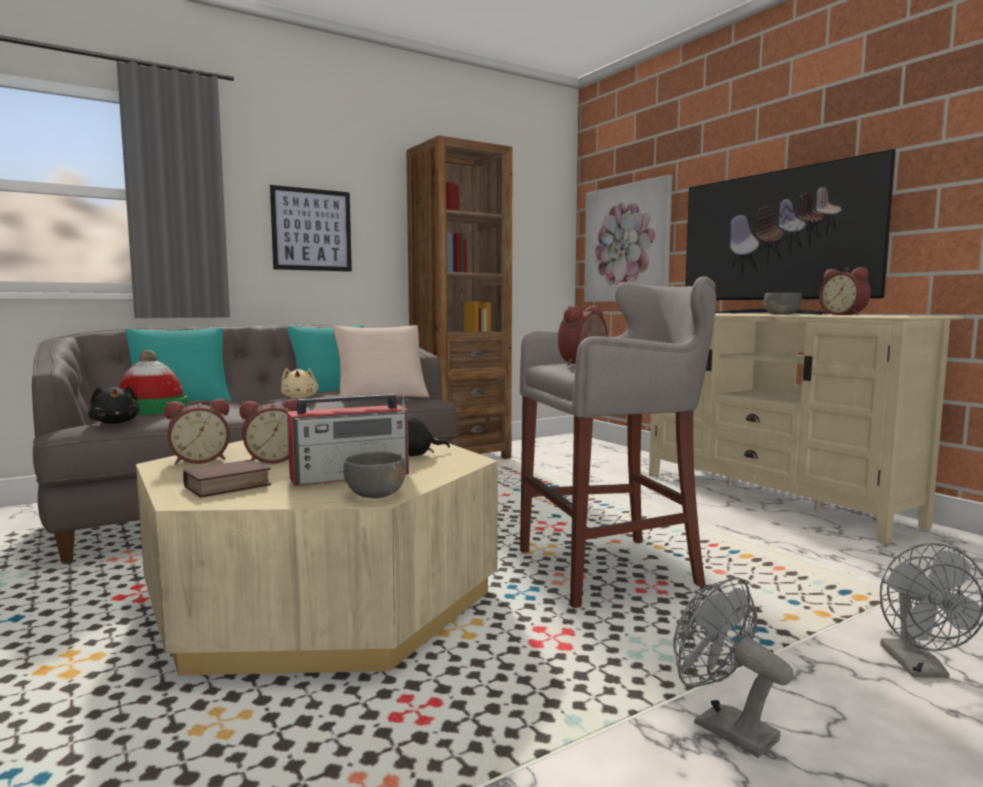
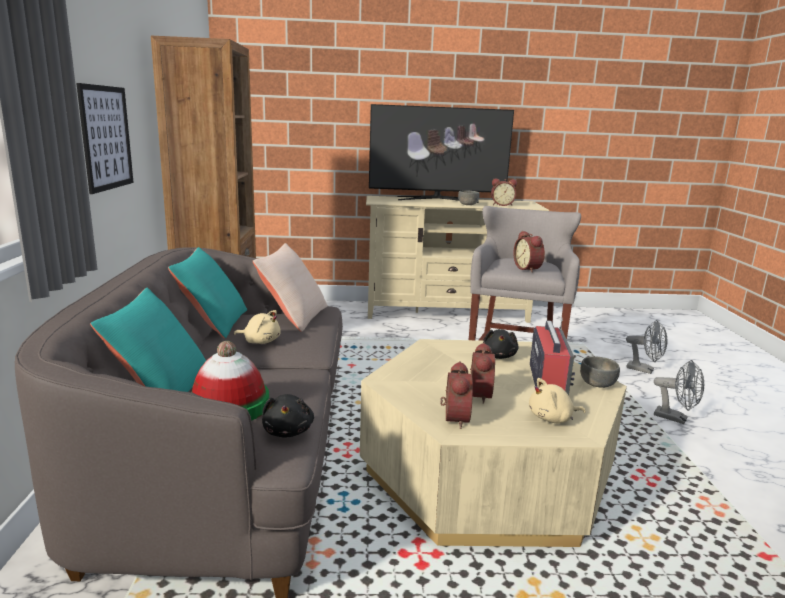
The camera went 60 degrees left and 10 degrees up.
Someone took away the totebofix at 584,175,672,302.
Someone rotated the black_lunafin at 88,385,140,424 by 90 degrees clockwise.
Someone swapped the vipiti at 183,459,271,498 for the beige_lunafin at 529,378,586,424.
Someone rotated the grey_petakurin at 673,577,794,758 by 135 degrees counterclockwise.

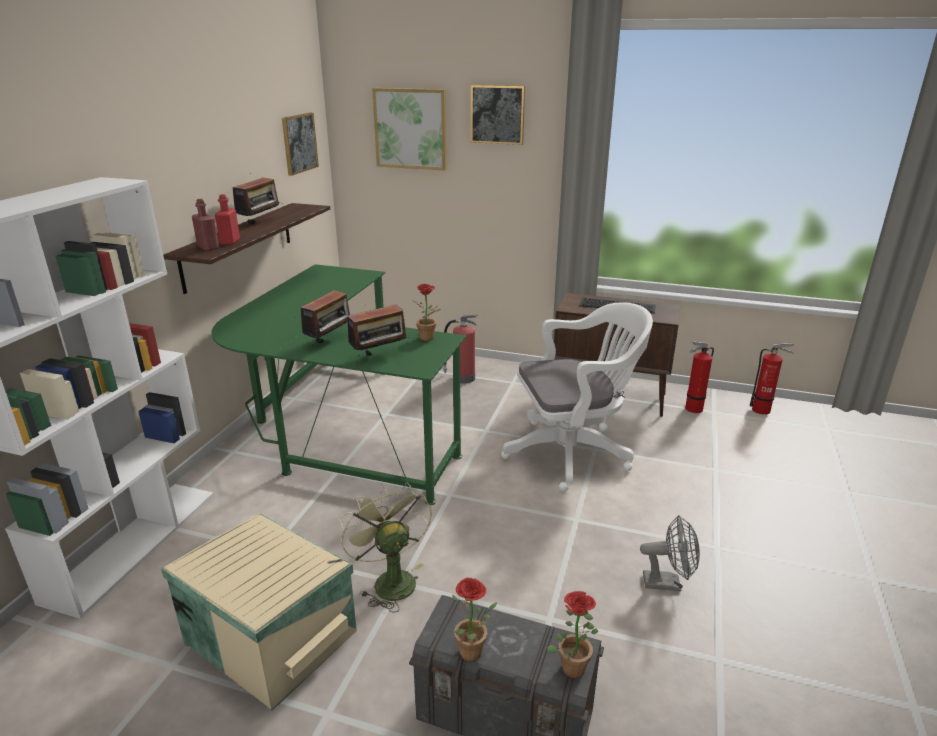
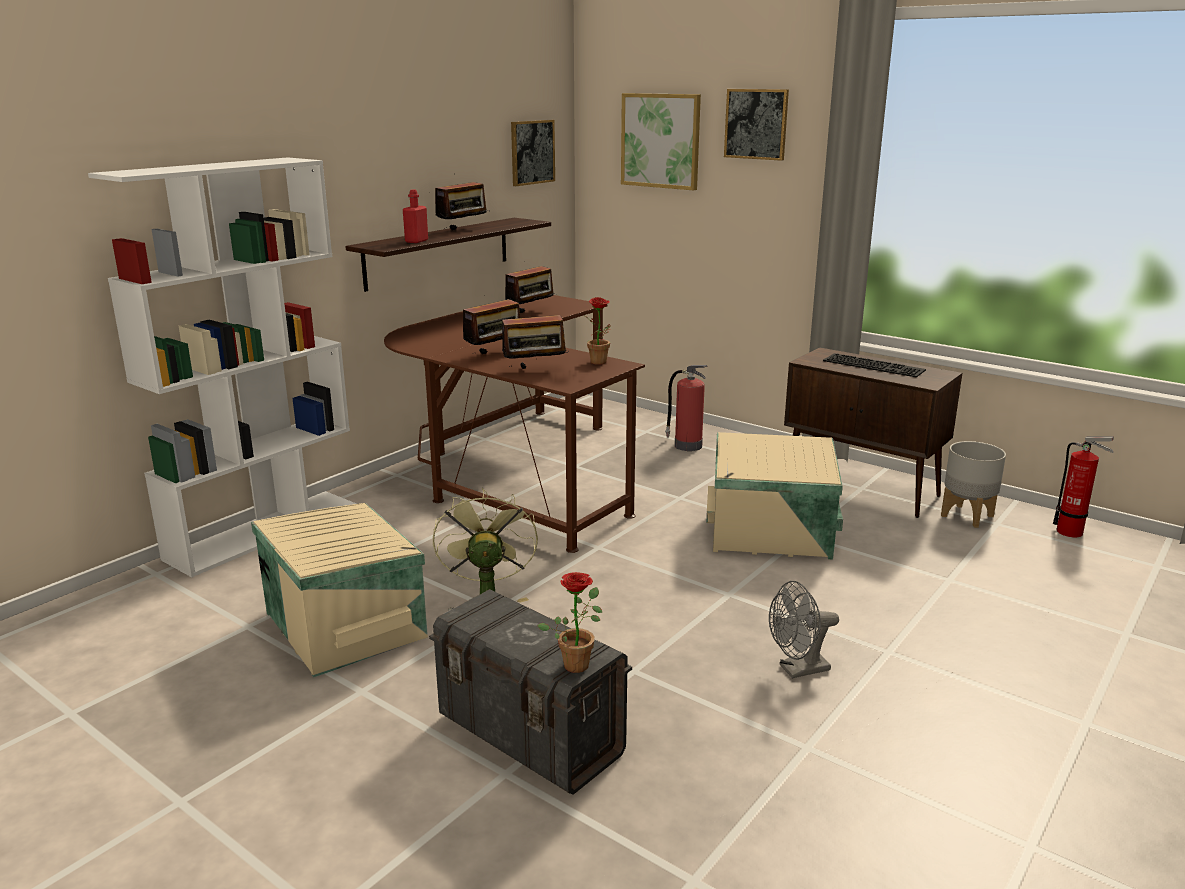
The camera went 20 degrees right and 5 degrees down.
Someone took away the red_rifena at 192,199,219,251.
Someone repainted the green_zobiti at 211,264,466,505, which became the brown_zobiti at 384,295,645,553.
Someone swapped the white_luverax at 501,302,653,492 for the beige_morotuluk at 706,432,843,560.
Someone swapped the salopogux at 685,341,714,413 for the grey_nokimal at 941,441,1006,528.
Someone rotated the grey_petakurin at 640,515,700,592 by 135 degrees clockwise.
Someone took away the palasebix at 452,577,497,661.
Someone put down the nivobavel at 505,261,557,313.

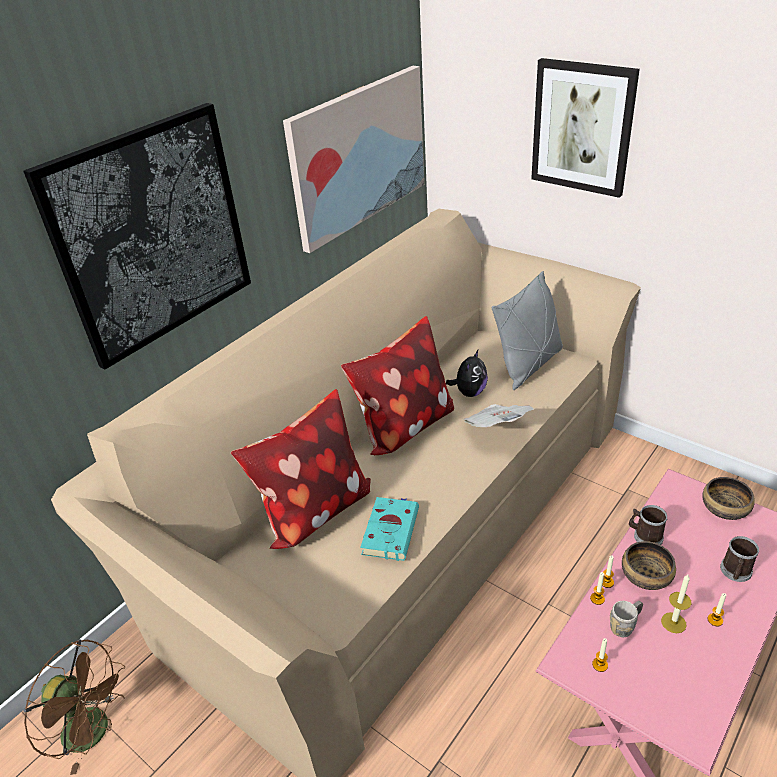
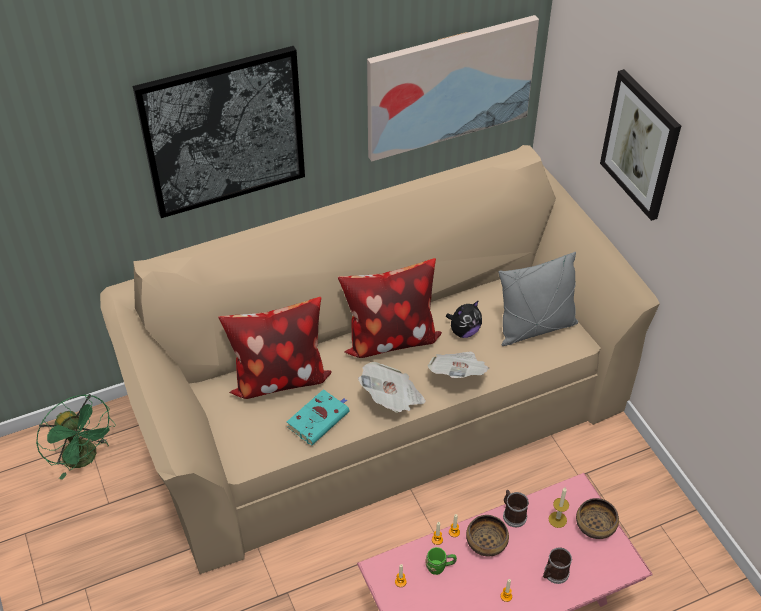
The camera went 25 degrees right and 10 degrees up.
Someone carried the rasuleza from 661,574,691,633 to 549,487,569,528.
Someone repainted the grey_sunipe at 610,601,643,637, which became the green_sunipe at 425,547,457,575.
Someone repainted the brown_petakurin at 23,639,125,775, which became the green_petakurin at 36,394,116,480.
Someone put down the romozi at 358,362,426,413.

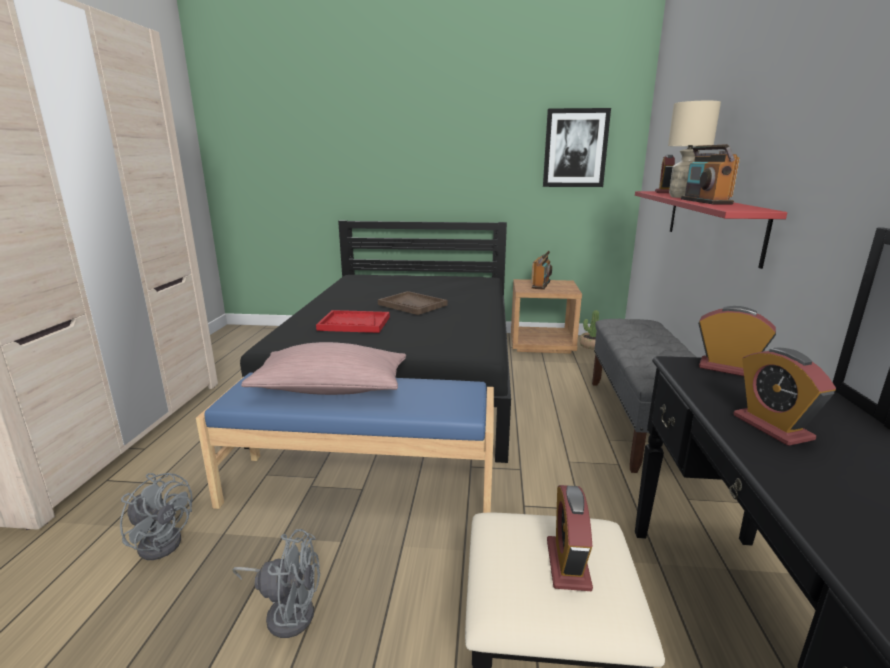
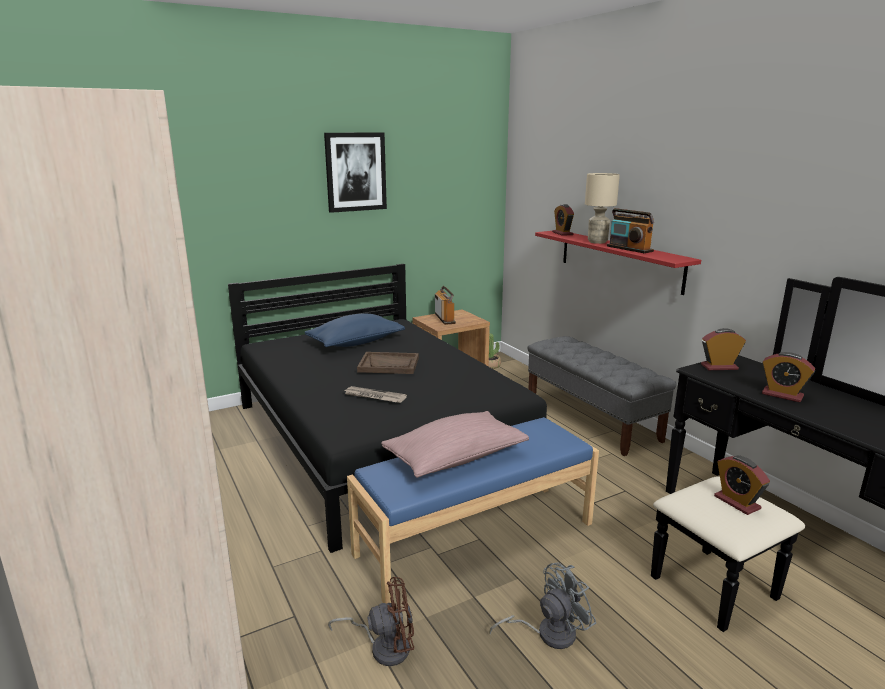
The camera went 35 degrees left and 0 degrees up.
Someone carried the totebofix from 543,108,611,187 to 324,133,387,213.
Someone swapped the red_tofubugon at 316,310,390,333 for the romozi at 343,386,407,403.
Someone repainted the grey_petakurin at 120,473,193,560, which became the brown_petakurin at 328,577,414,666.
Someone put down the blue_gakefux at 304,314,405,347.

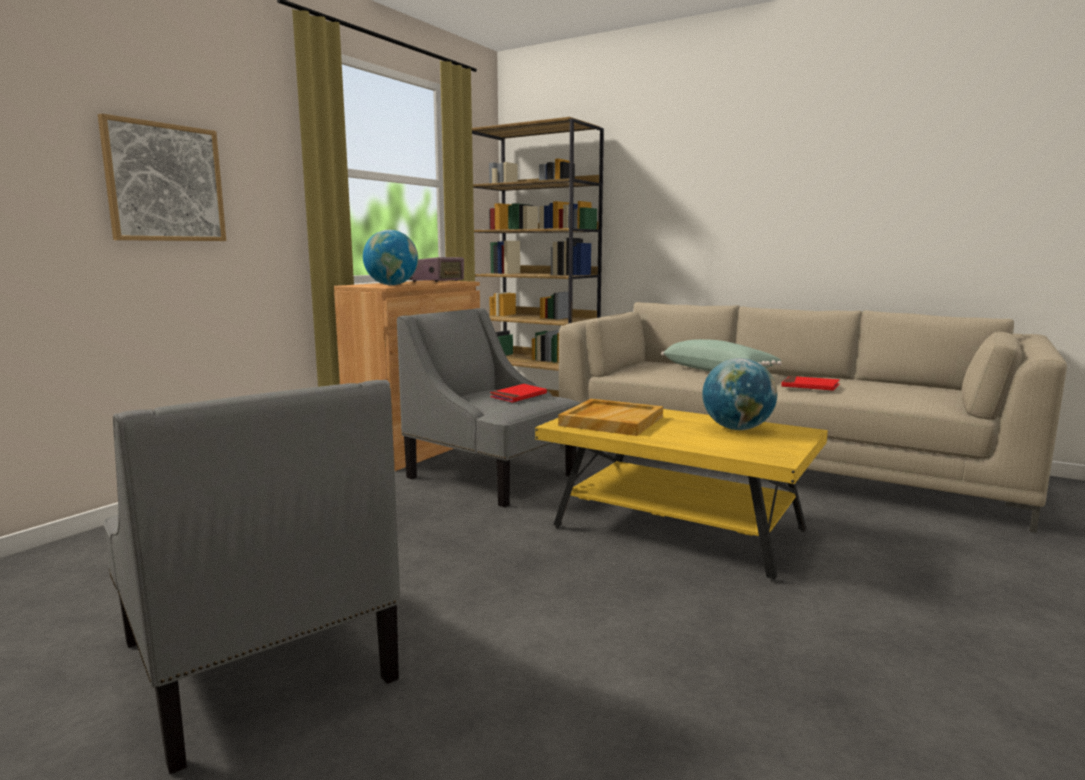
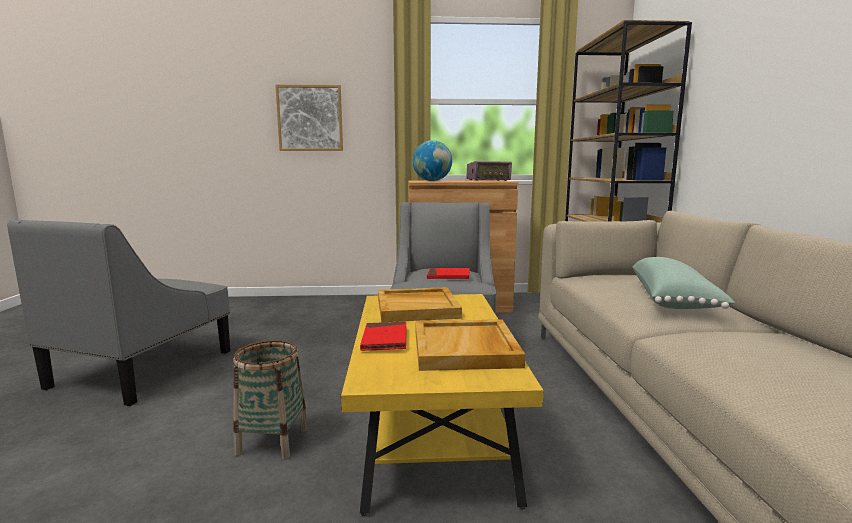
The camera went 55 degrees right and 0 degrees up.
Someone swapped the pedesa at 702,358,777,430 for the beige_tofubugon at 416,320,525,371.
Someone carried the red_vipiti from 781,376,840,391 to 360,322,407,351.
Someone put down the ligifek at 233,340,308,460.

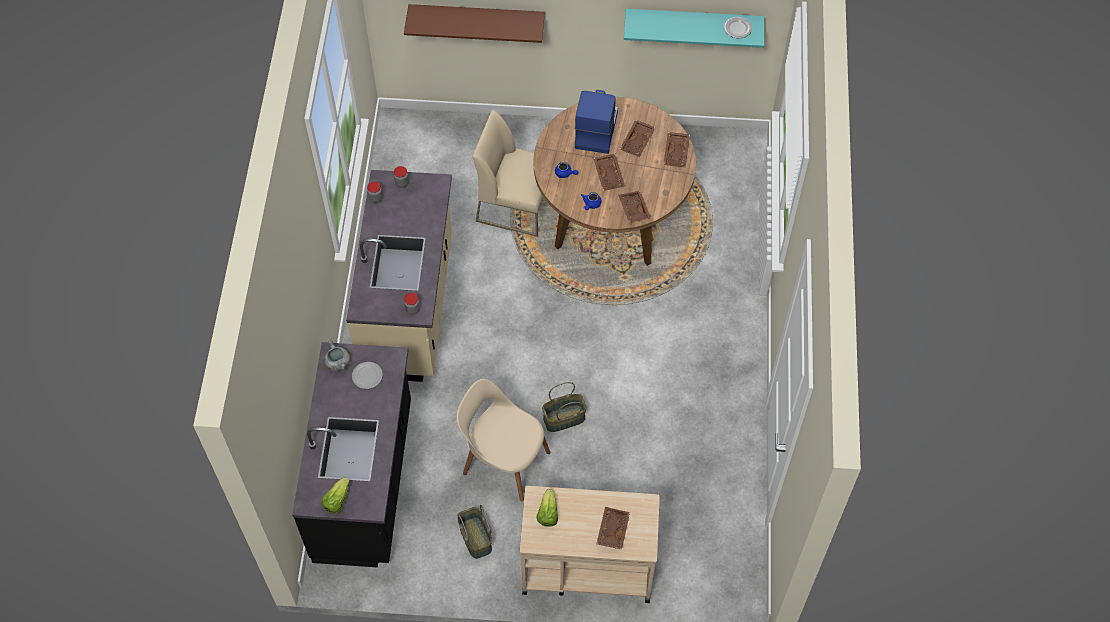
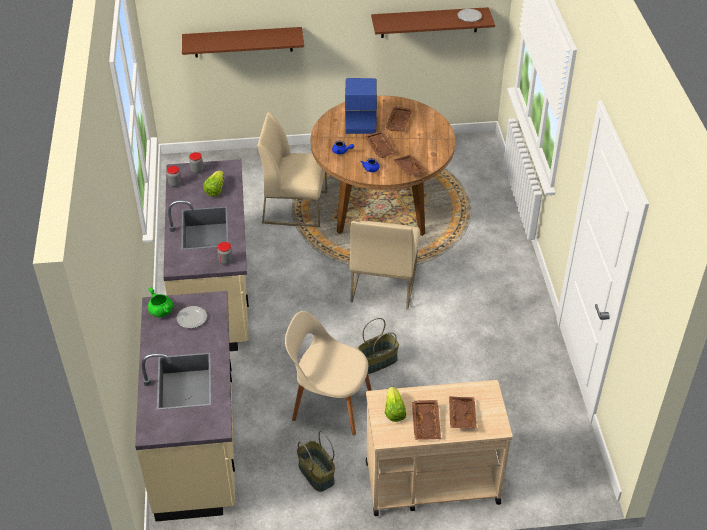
The camera went 10 degrees left and 15 degrees down.
Someone repainted the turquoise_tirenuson at 624,9,764,48, which became the brown_tirenuson at 371,7,495,38.
Someone carried the brown_tofubugon from 663,132,690,167 to 412,400,441,440.
Someone repainted the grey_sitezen at 325,338,350,371, which became the green_sitezen at 148,287,173,317.
Someone repainted the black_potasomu at 292,342,411,567, which became the beige_potasomu at 135,291,235,521.
Someone carried the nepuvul from 321,477,350,513 to 203,170,224,197.
Someone put down the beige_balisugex at 350,221,420,309.

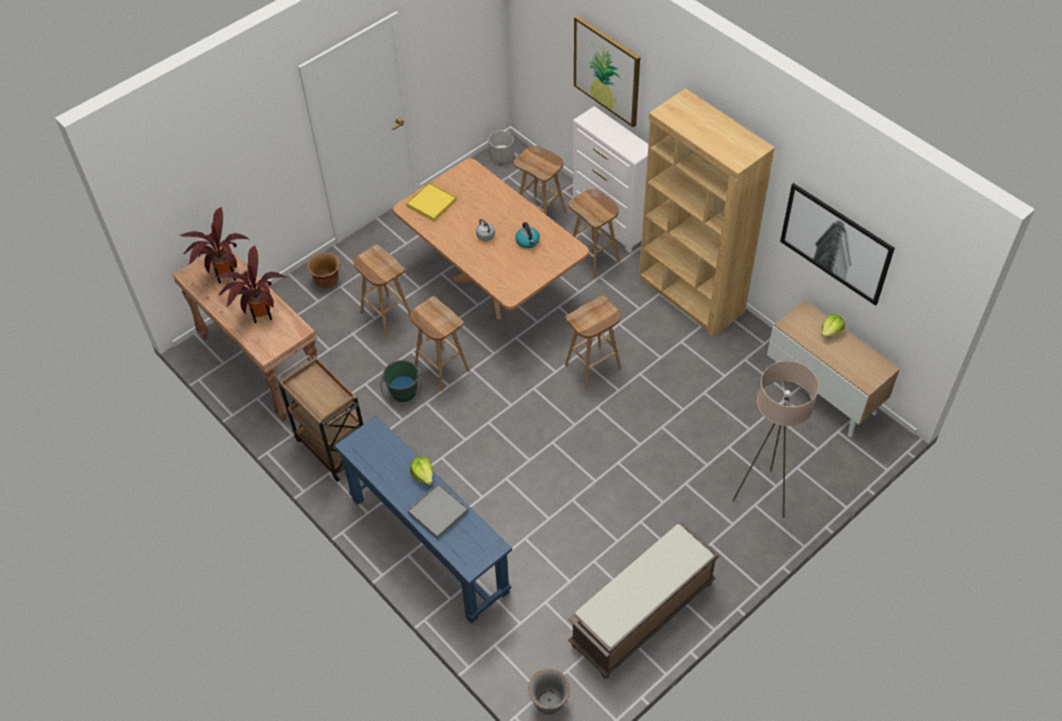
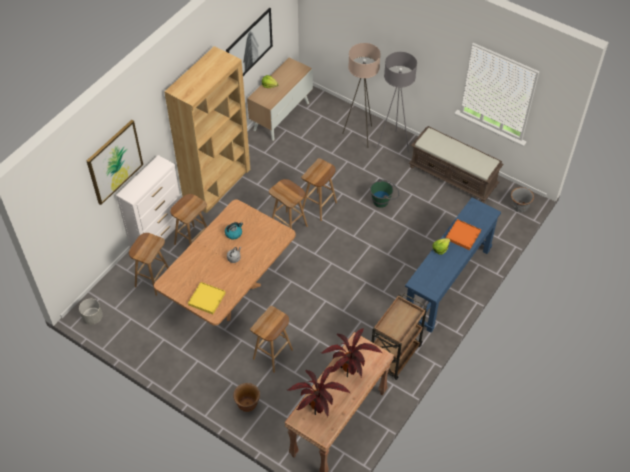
The camera went 105 degrees left and 0 degrees up.
Someone carried the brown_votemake from 410,296,470,391 to 301,158,337,221.
Someone carried the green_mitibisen from 380,360,422,405 to 370,179,400,208.
Someone repainted the grey_tofubugon at 407,483,469,539, which became the orange_tofubugon at 446,219,481,250.
Someone put down the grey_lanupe at 377,52,417,153.

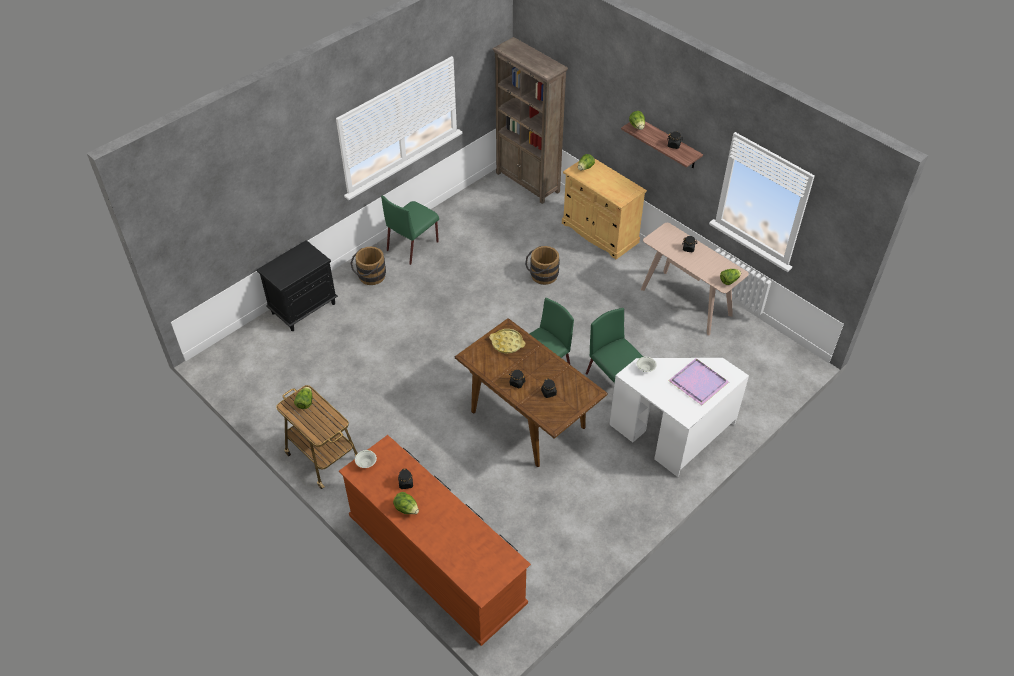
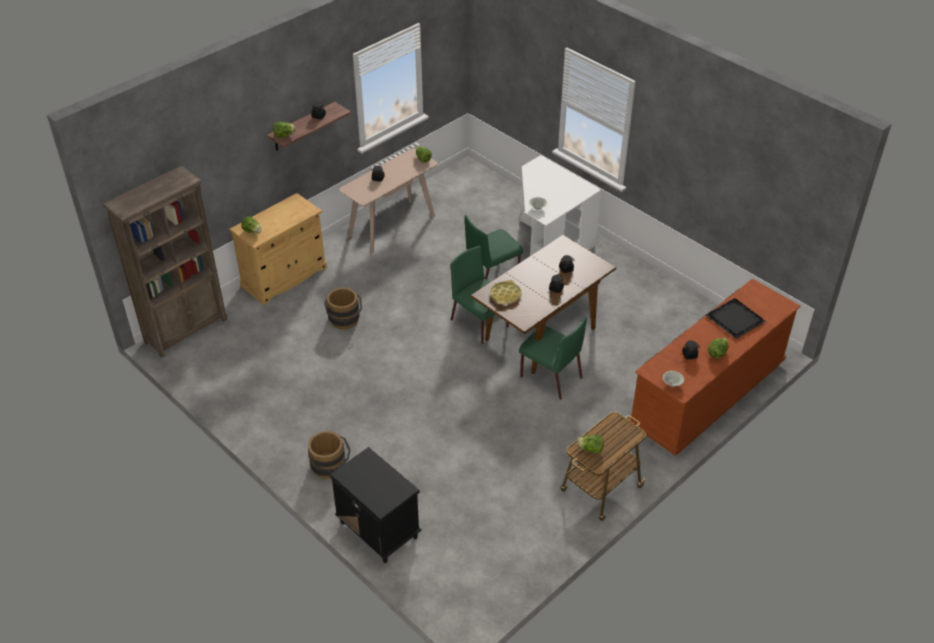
The camera went 90 degrees left and 5 degrees down.
Someone carried the green_balisugex from 381,195,439,265 to 519,317,587,400.
Someone took away the purple_tofubugon at 668,358,729,405.
Someone put down the black_tofubugon at 705,298,766,339.

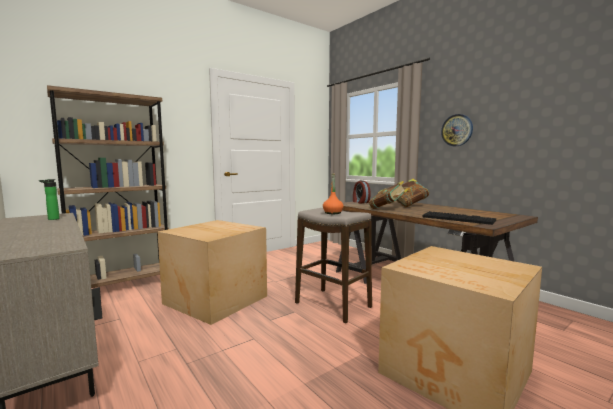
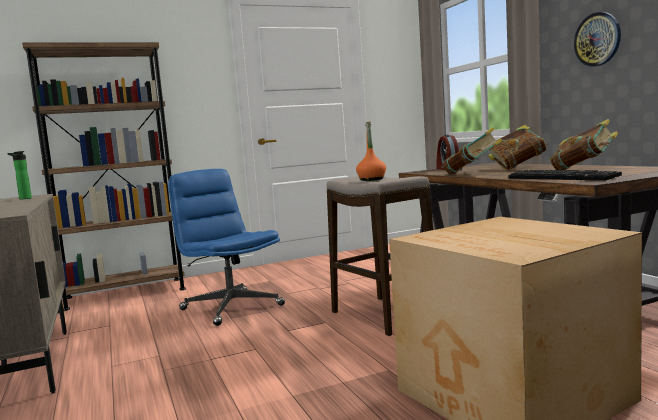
The camera went 15 degrees right and 0 degrees up.
Someone swapped the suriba at 157,220,267,325 for the blue_luverax at 168,169,285,326.
Someone put down the vipiti at 550,119,618,170.

